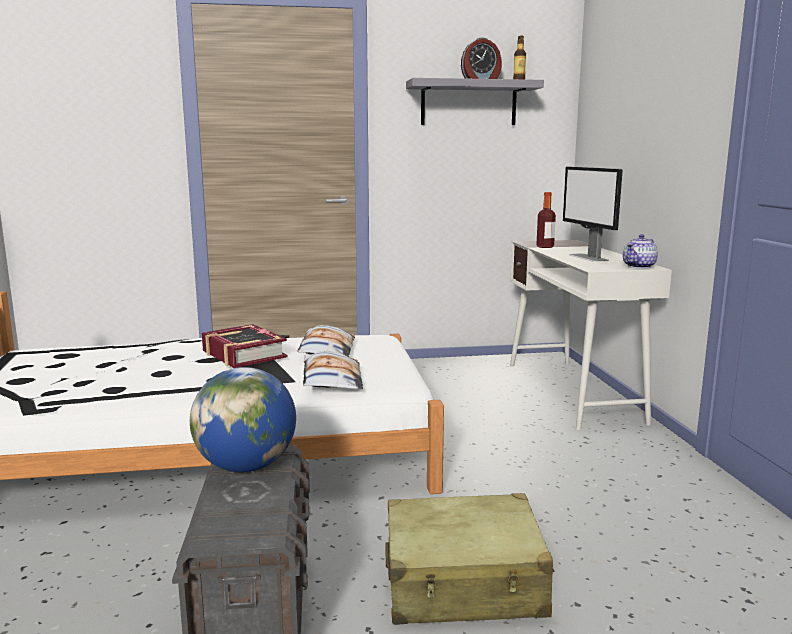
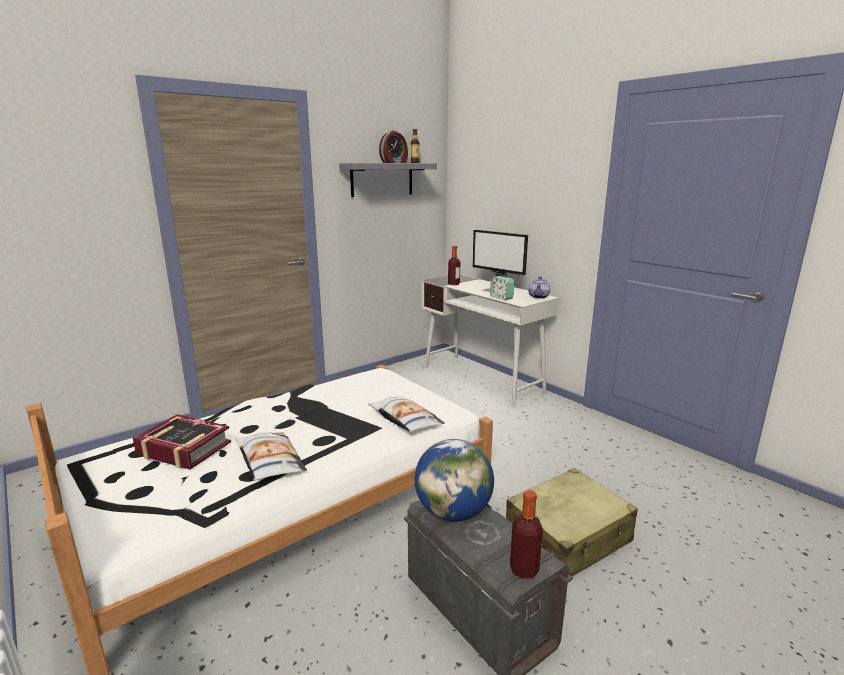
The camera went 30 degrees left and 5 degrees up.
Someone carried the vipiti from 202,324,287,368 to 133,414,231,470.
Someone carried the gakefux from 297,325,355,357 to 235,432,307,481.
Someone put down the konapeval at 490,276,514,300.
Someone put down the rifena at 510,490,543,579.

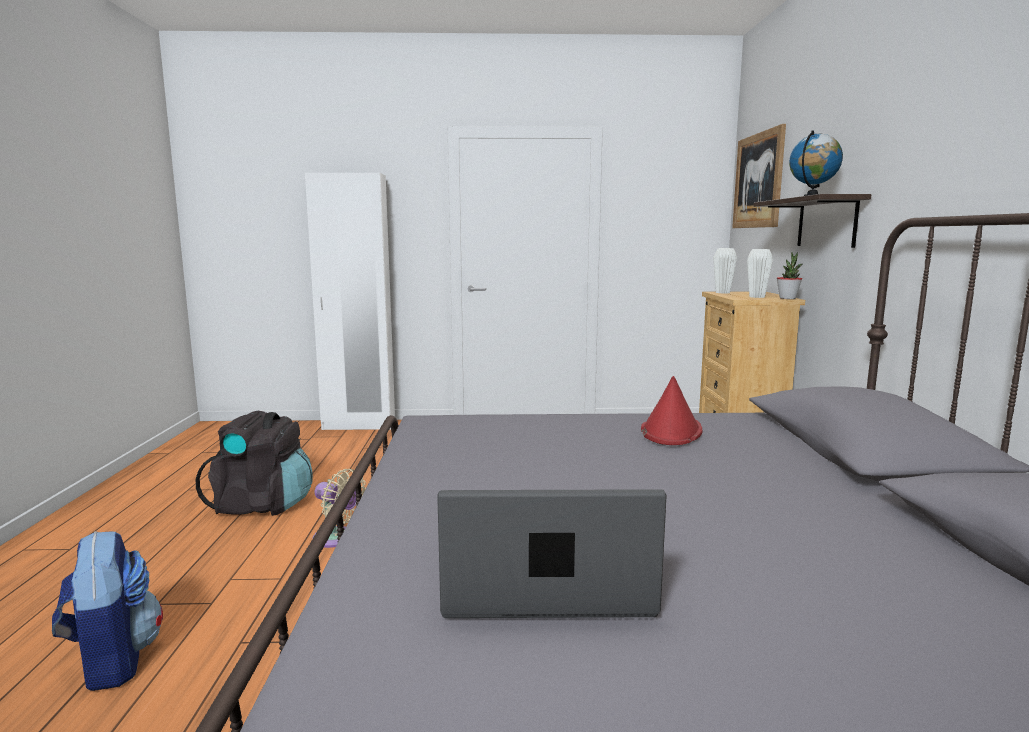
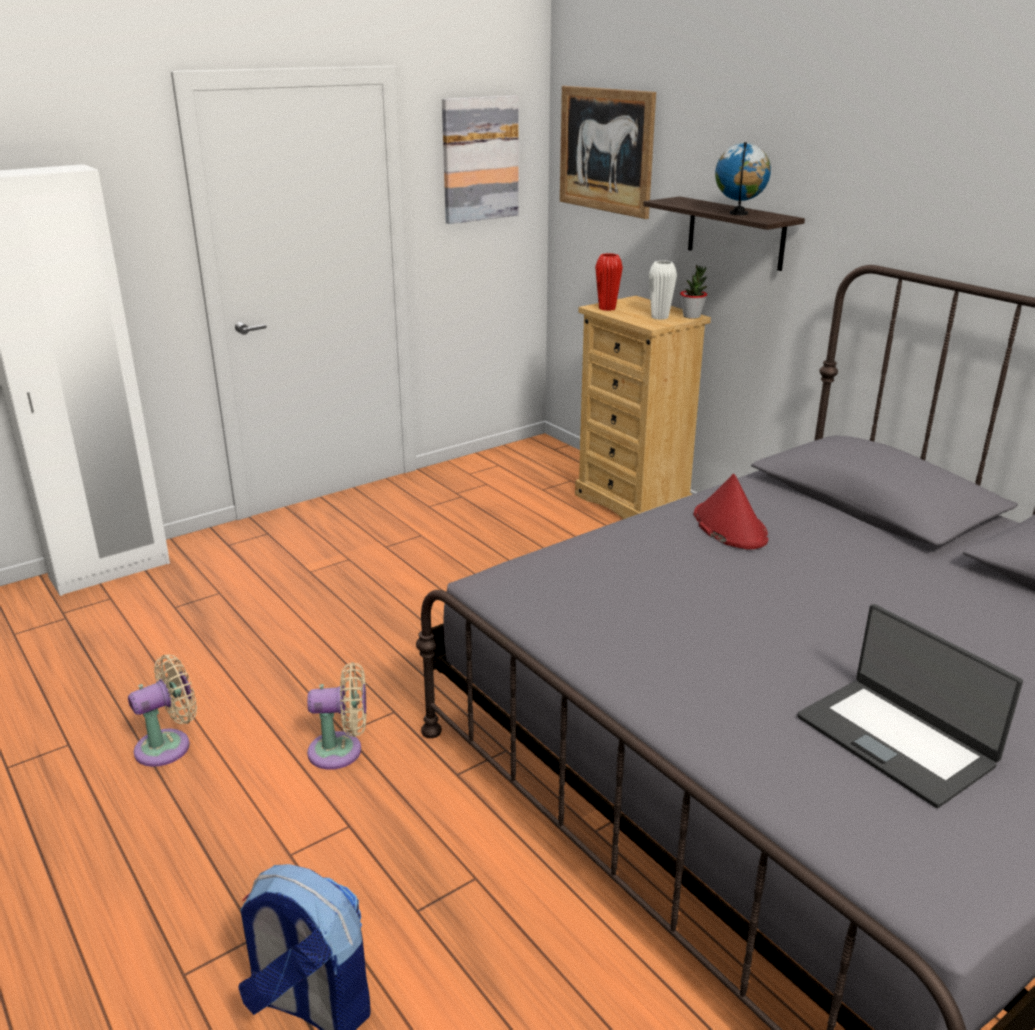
The camera went 35 degrees left and 15 degrees up.
Someone repainted the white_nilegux at 714,248,737,293, which became the red_nilegux at 595,253,623,311.
Someone swapped the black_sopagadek at 196,411,313,516 for the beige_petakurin at 128,655,197,767.
Someone rotated the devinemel at 437,489,667,618 by 90 degrees counterclockwise.
Someone put up the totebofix at 442,96,519,224.

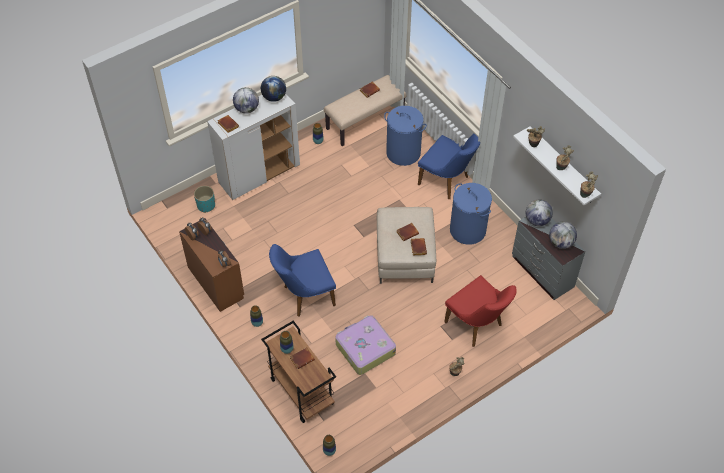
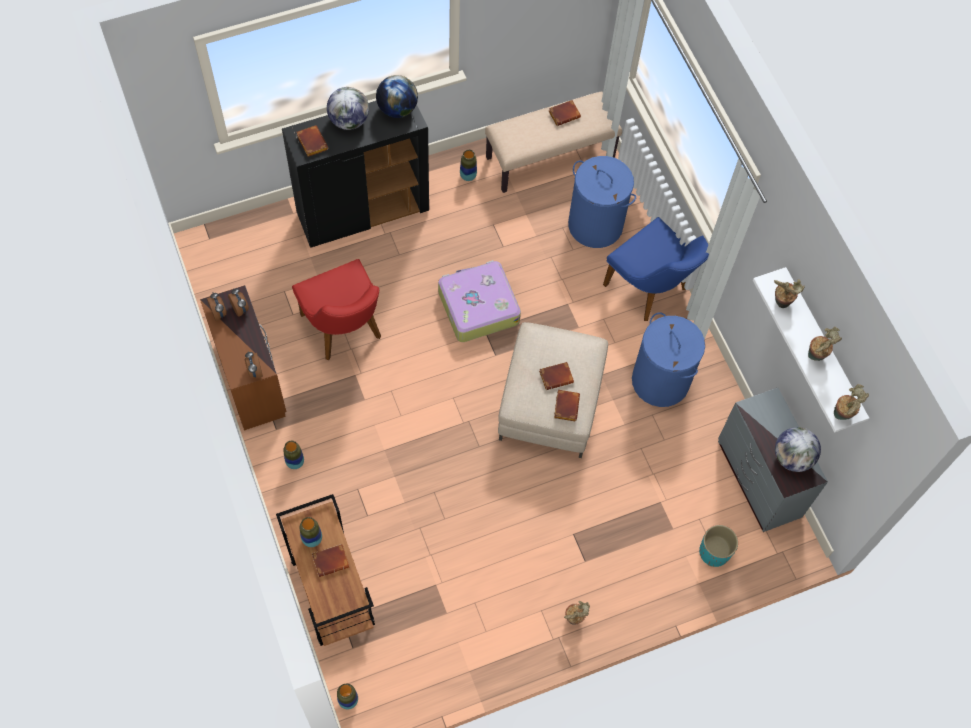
The camera went 10 degrees right and 10 degrees up.
Someone repainted the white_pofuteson at 207,93,300,200, which became the black_pofuteson at 282,101,429,248.
Someone carried the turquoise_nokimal from 194,185,215,213 to 699,525,738,567.
Someone took away the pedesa at 526,199,553,226.
Someone took away the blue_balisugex at 269,244,336,317.
Someone carried the red_balisugex from 444,275,517,347 to 292,259,381,360.
Someone carried the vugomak from 335,315,396,375 to 438,260,521,342.

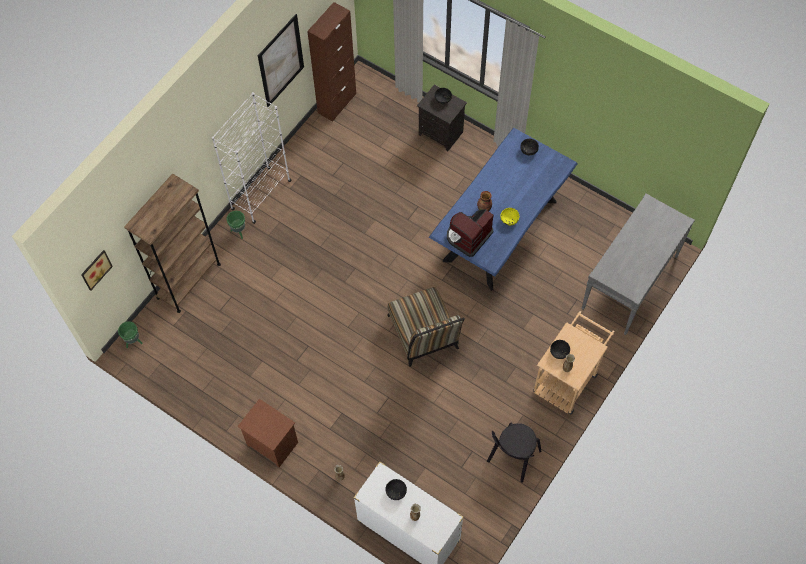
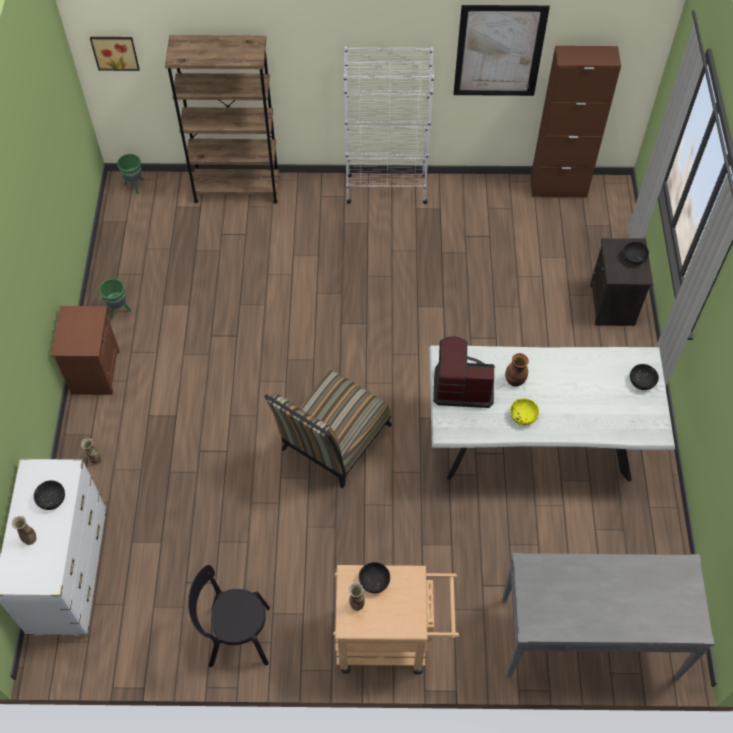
The camera went 55 degrees right and 5 degrees down.
Someone repainted the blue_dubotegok at 429,128,578,291, which became the white_dubotegok at 429,345,675,482.
Someone carried the green_nokimal from 226,211,245,239 to 99,278,131,319.

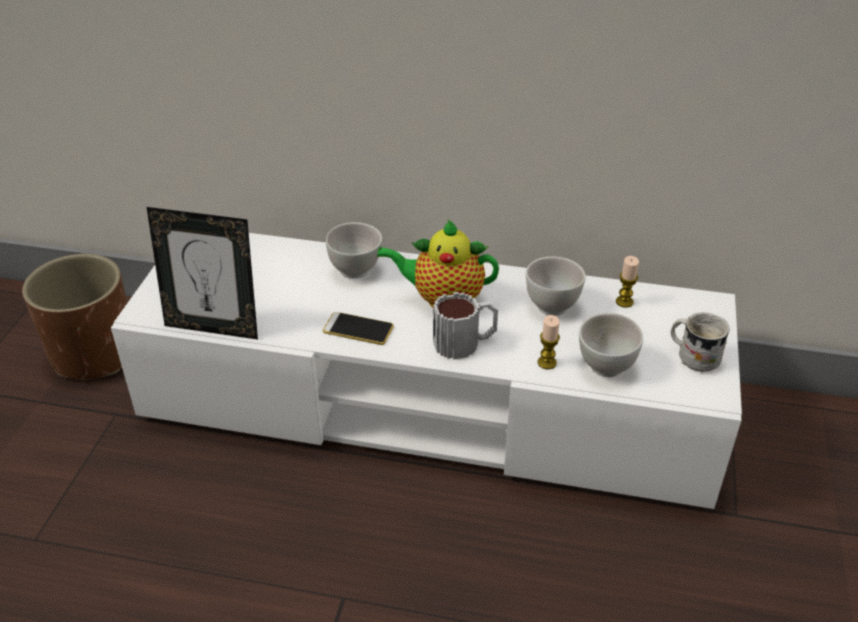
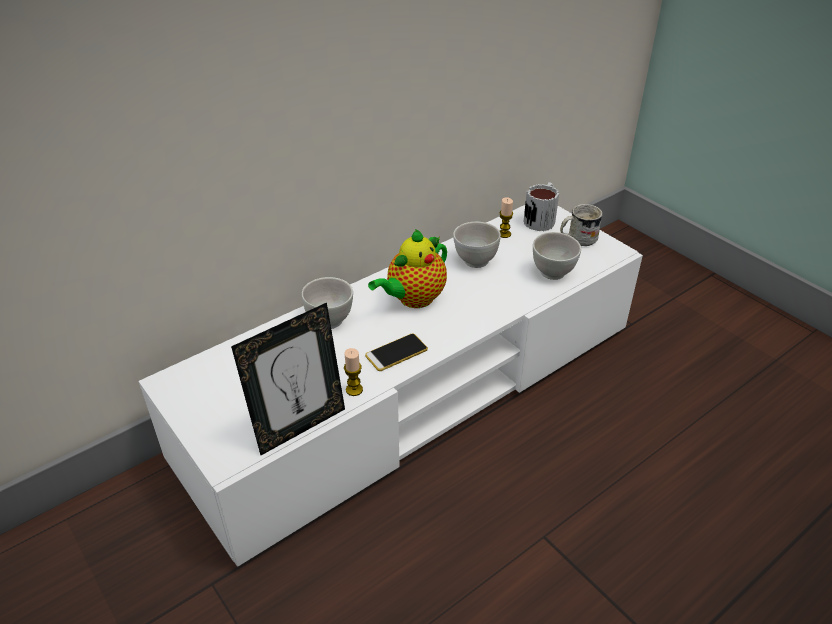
The camera went 50 degrees left and 0 degrees up.
Someone took away the brown_nokimal at 22,254,127,379.
Someone carried the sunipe from 433,292,498,359 to 523,182,559,231.
Someone carried the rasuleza from 538,315,560,369 to 344,348,363,396.

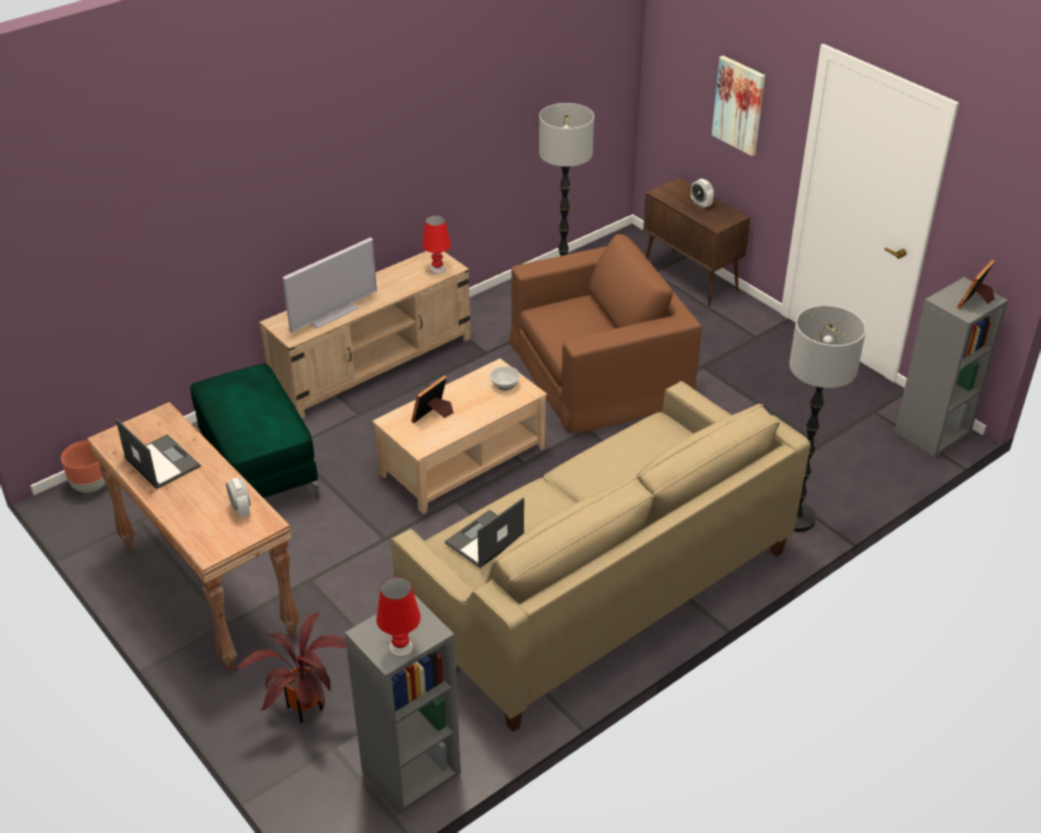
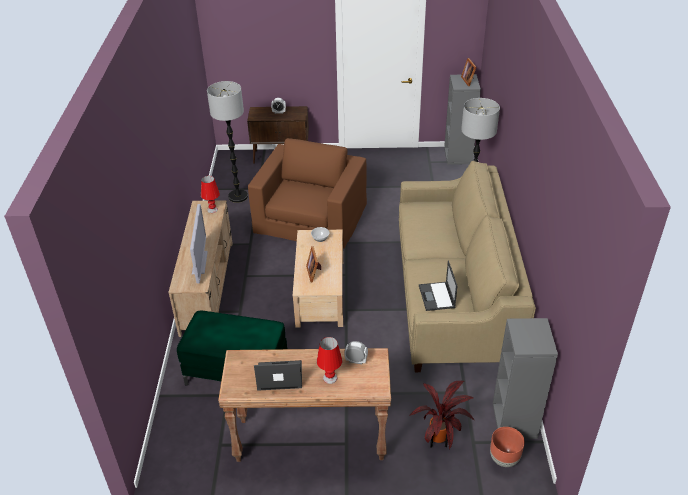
The camera went 50 degrees left and 0 degrees up.
Someone took away the totebofix at 712,56,765,156.
Someone carried the brown_nokimal from 61,441,106,493 to 490,427,525,467.
Someone carried the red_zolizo from 376,577,421,657 to 317,337,342,384.

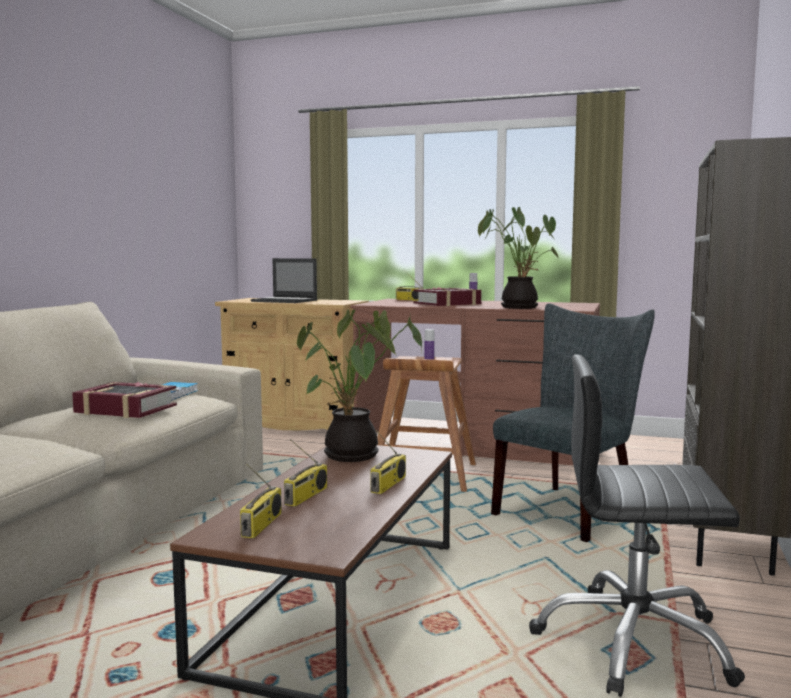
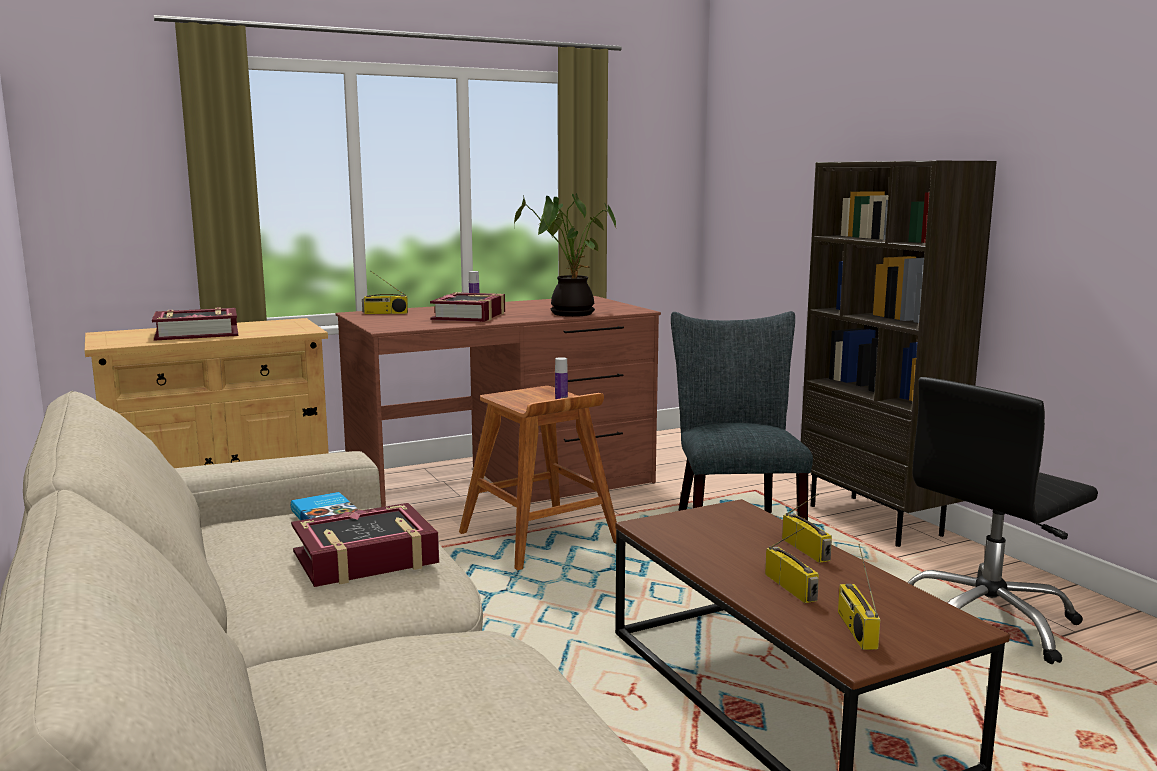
The camera went 45 degrees left and 5 degrees up.
Someone swapped the devinemel at 251,258,318,303 for the vipiti at 152,307,238,341.
Someone took away the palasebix at 297,309,422,462.
Someone rotated the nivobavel at 240,463,282,538 by 150 degrees counterclockwise.

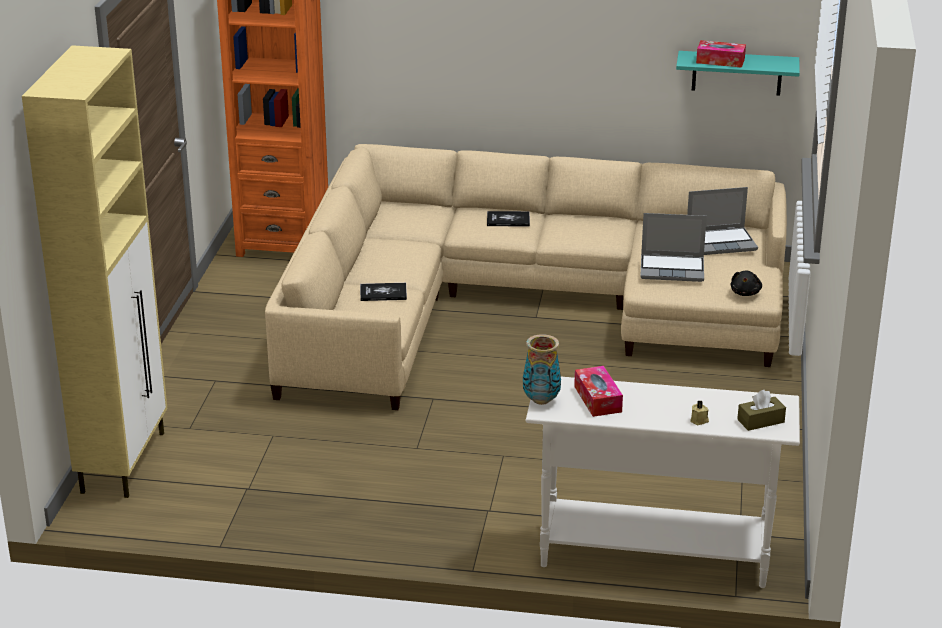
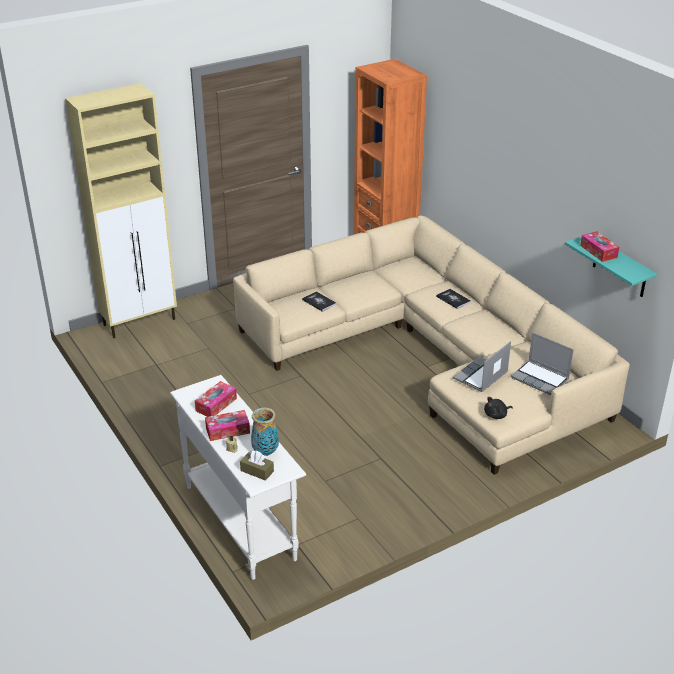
The camera went 50 degrees right and 5 degrees up.
Someone rotated the devinemel at 640,213,707,282 by 75 degrees clockwise.
Someone carried the nilegux from 523,334,561,405 to 251,408,279,456.
Someone put down the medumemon at 205,410,250,441.

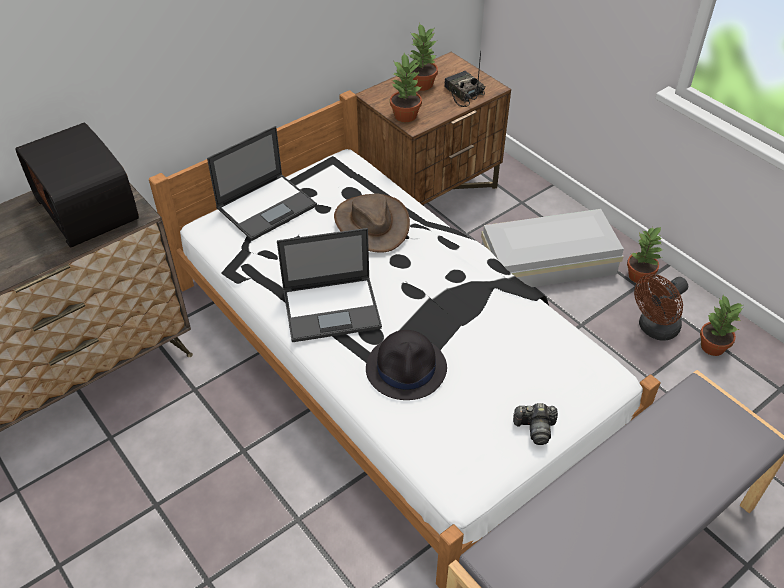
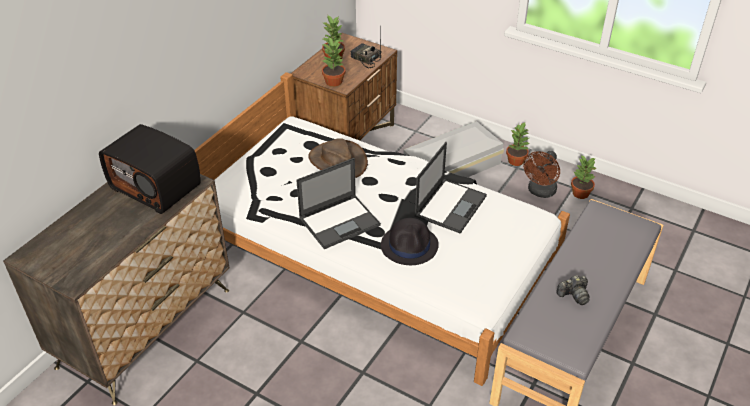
The camera went 20 degrees left and 5 degrees down.
Someone carried the devinemel from 207,126,317,241 to 414,142,487,234.
Someone carried the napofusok from 513,403,558,445 to 556,275,590,305.

